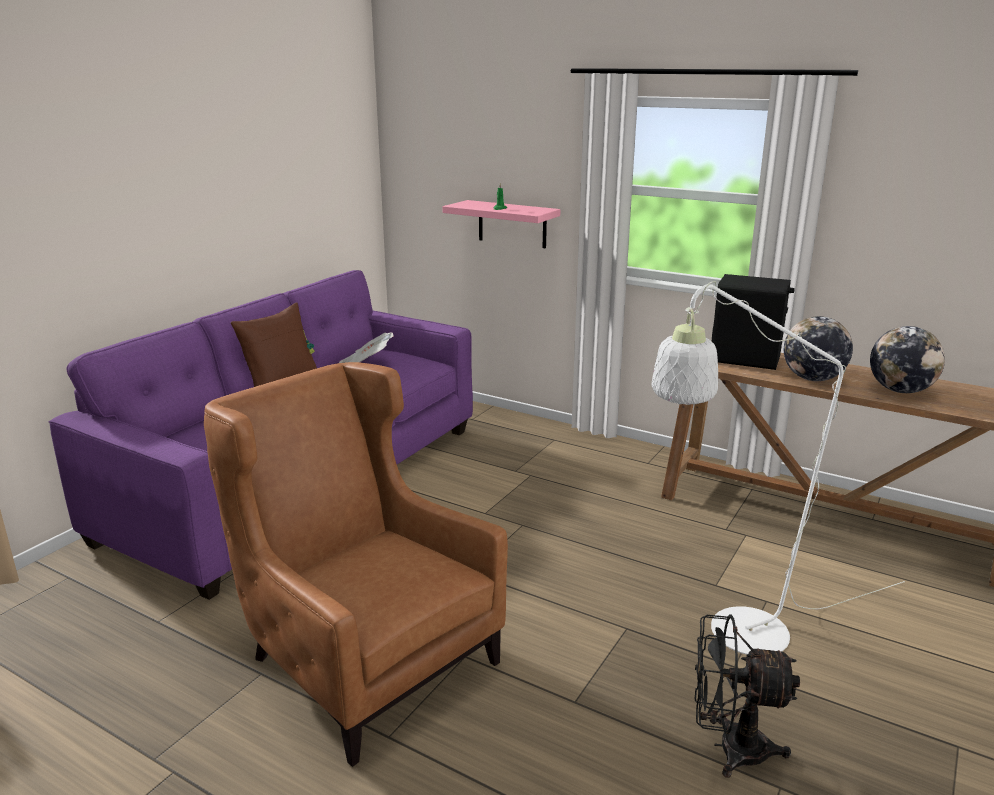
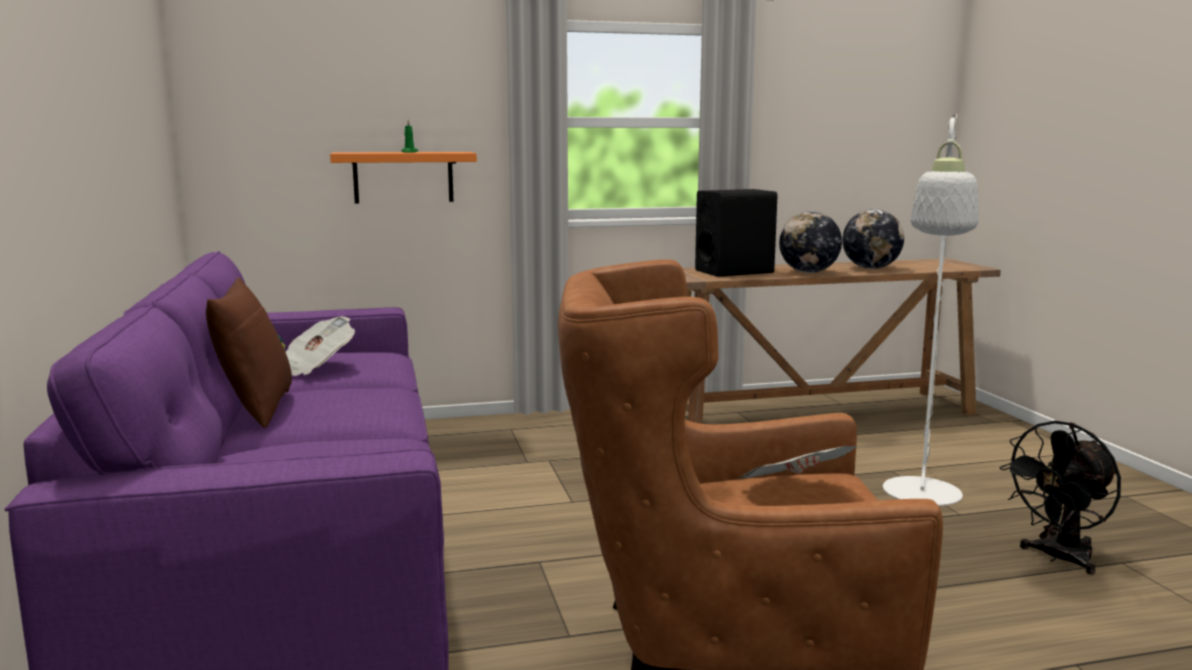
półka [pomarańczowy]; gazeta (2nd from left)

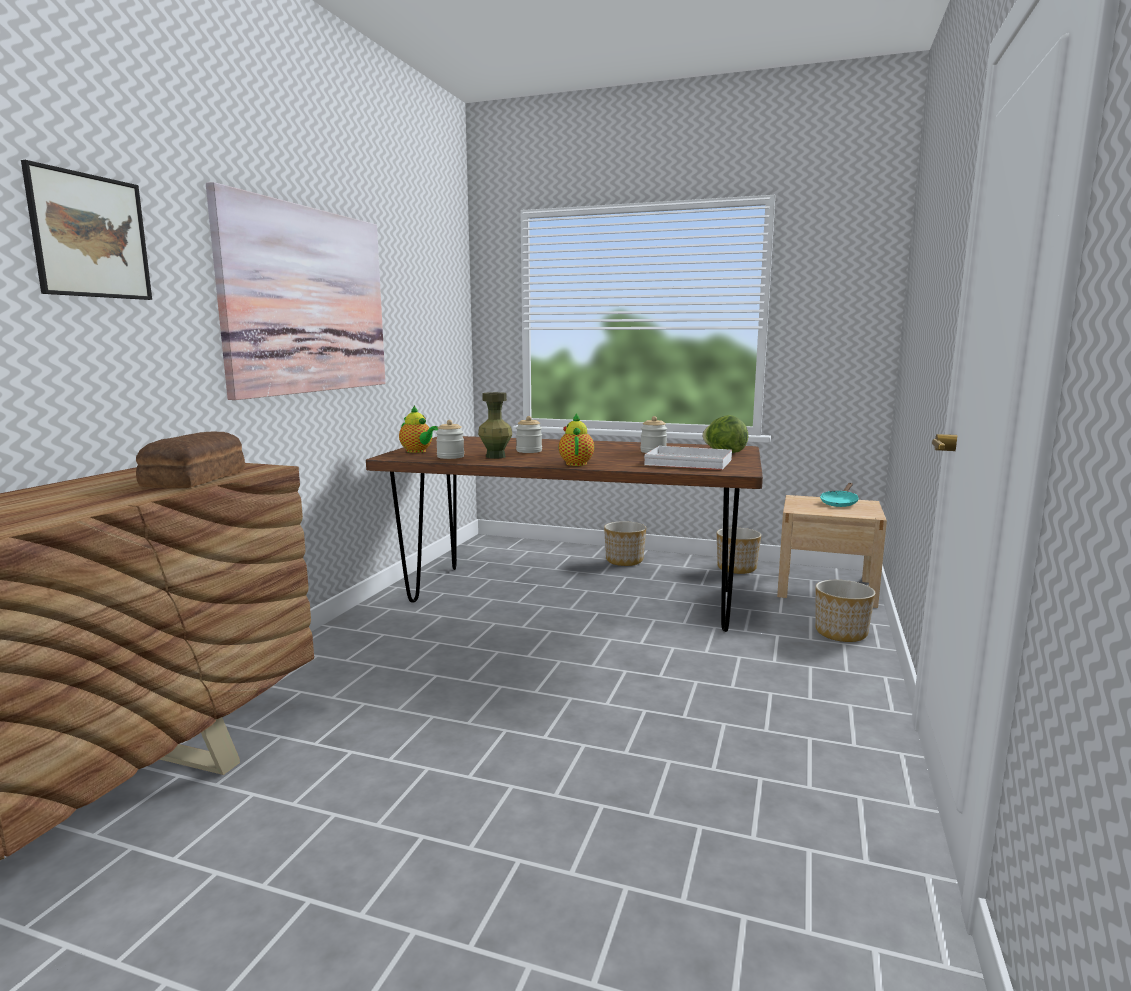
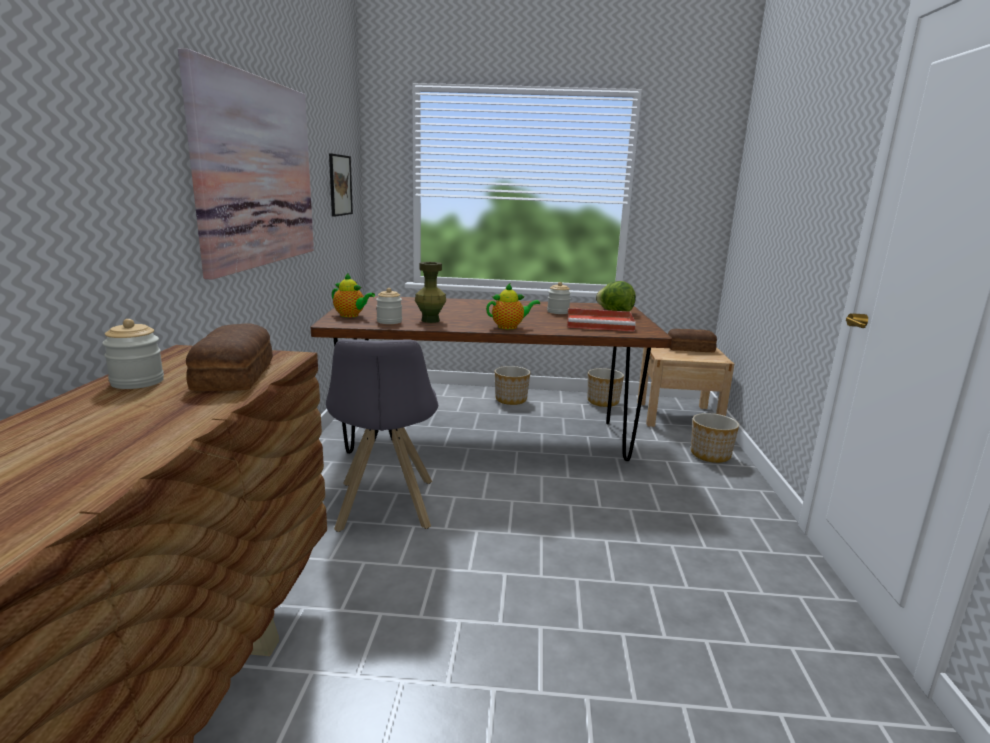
słoik (1st from left); krzesło [szary]; obraz (2nd from left); imbryk (2nd from left); taca [czerwony]; chleb (2nd from left)

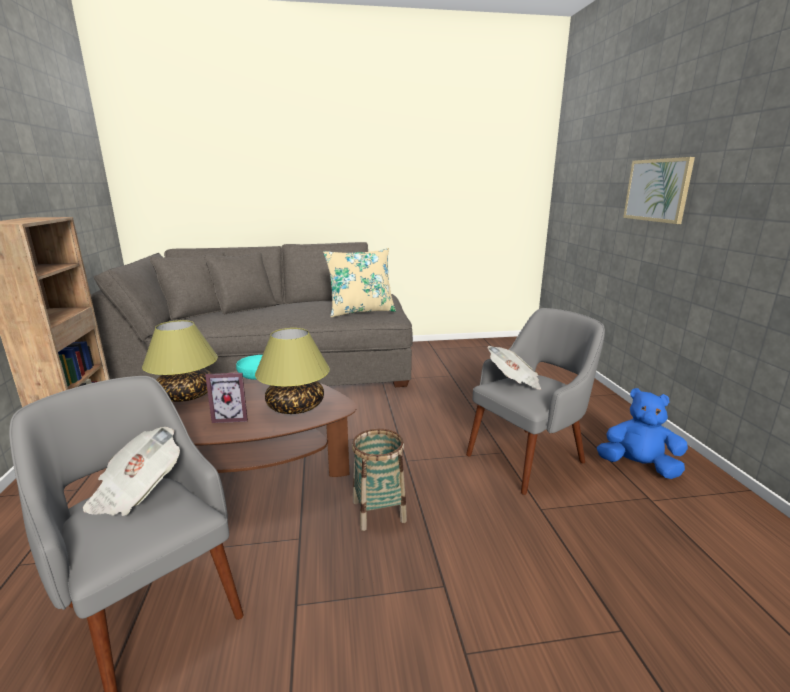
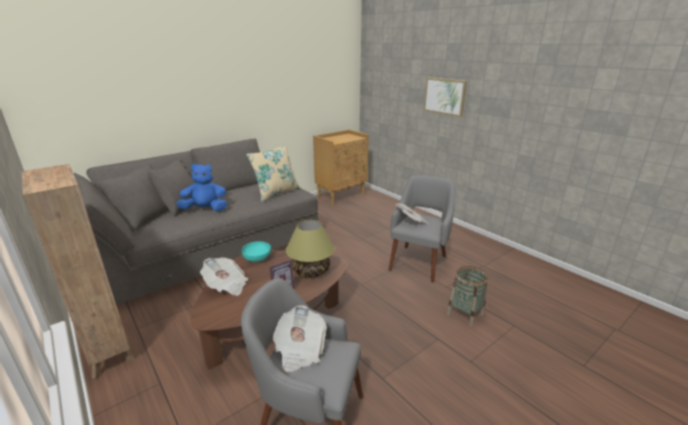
pluszak [niebieski]; gazeta (1st from left); szafka [brązowy]; koszyk

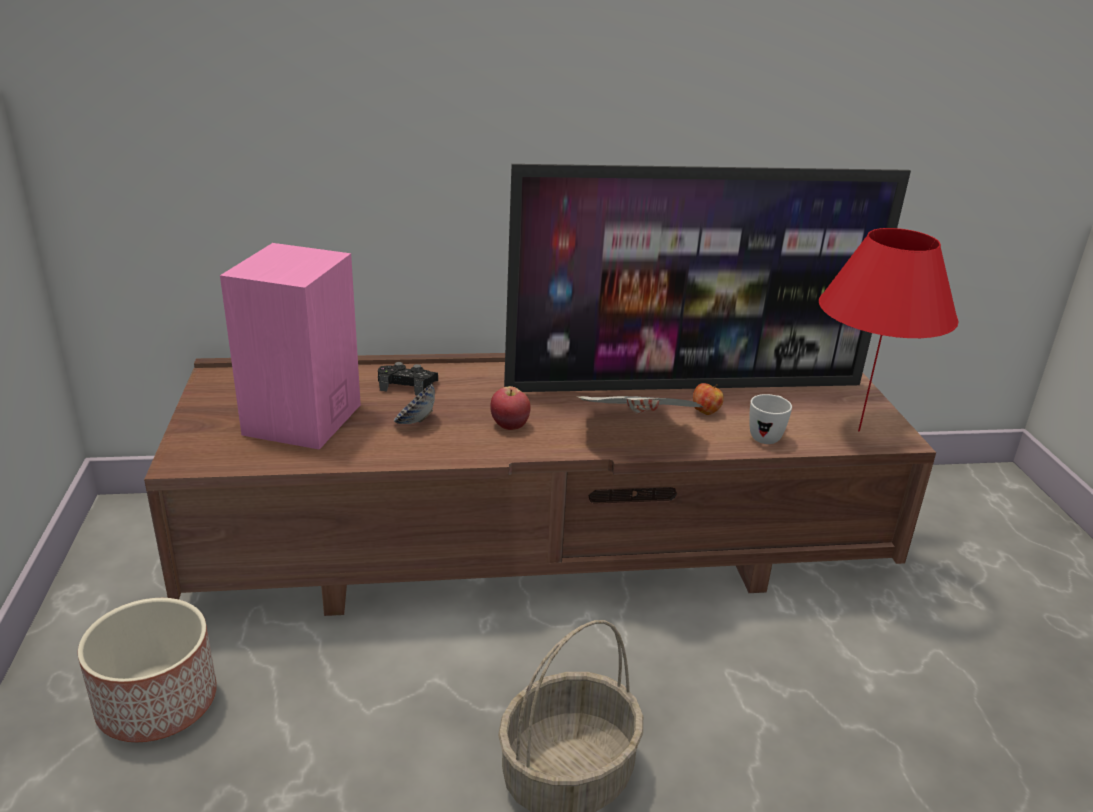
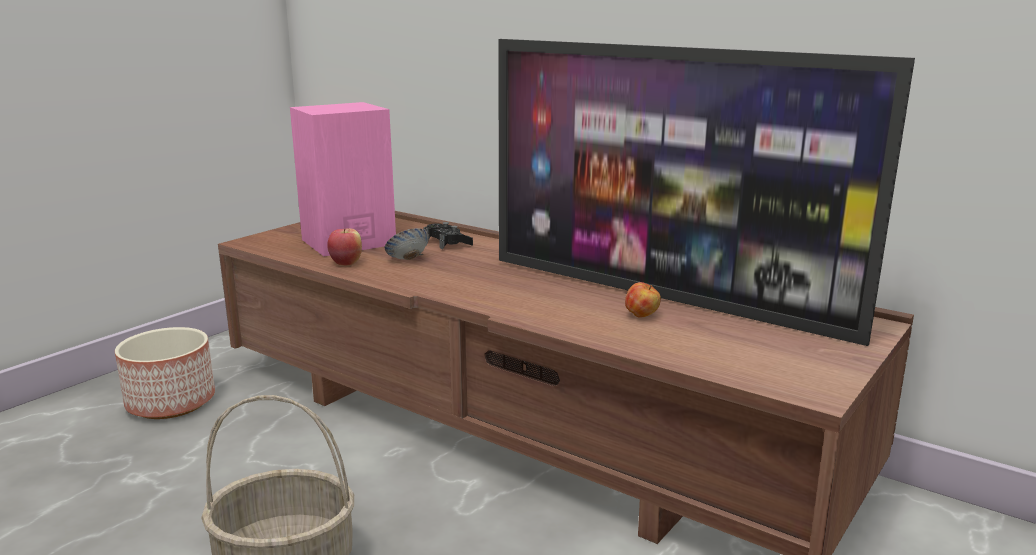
jabłko (1st from left); gazeta; kubek [biały]; lampa stołowa [czerwony]

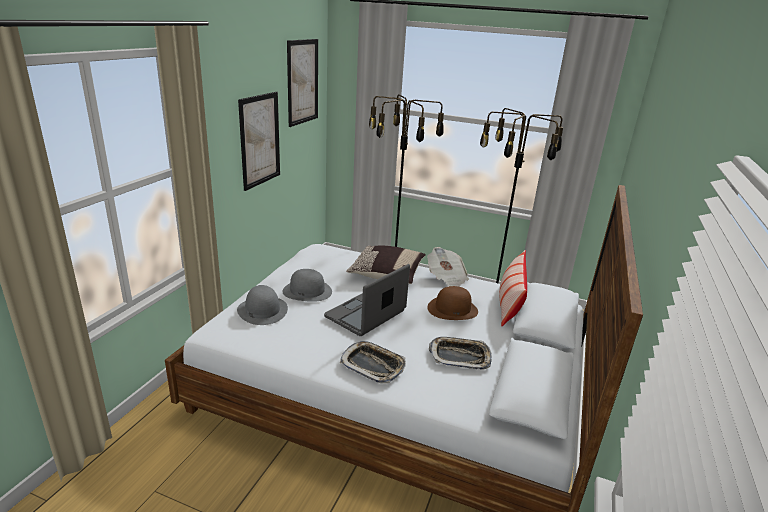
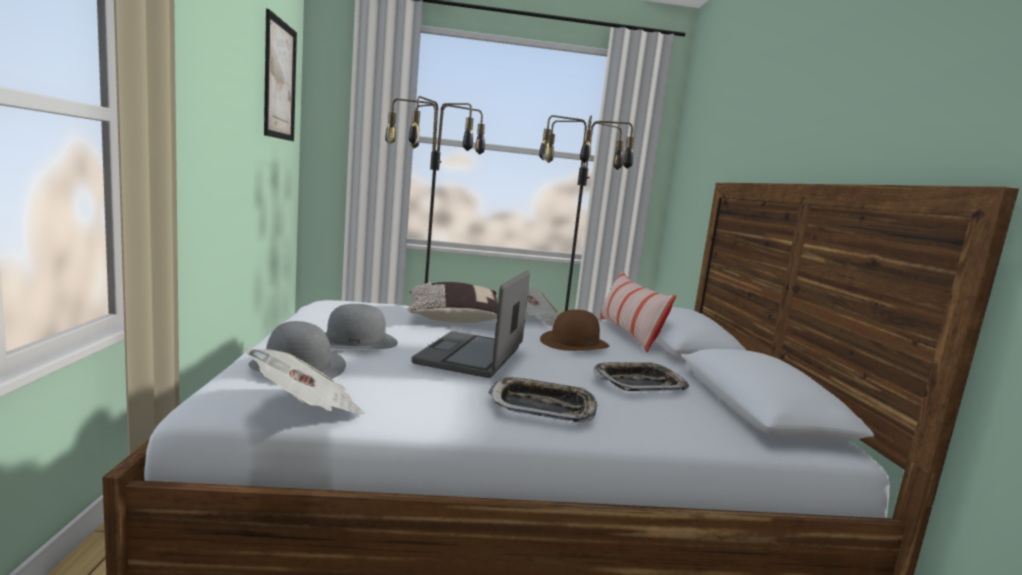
gazeta (1st from left); obraz (1st from left in the first image)

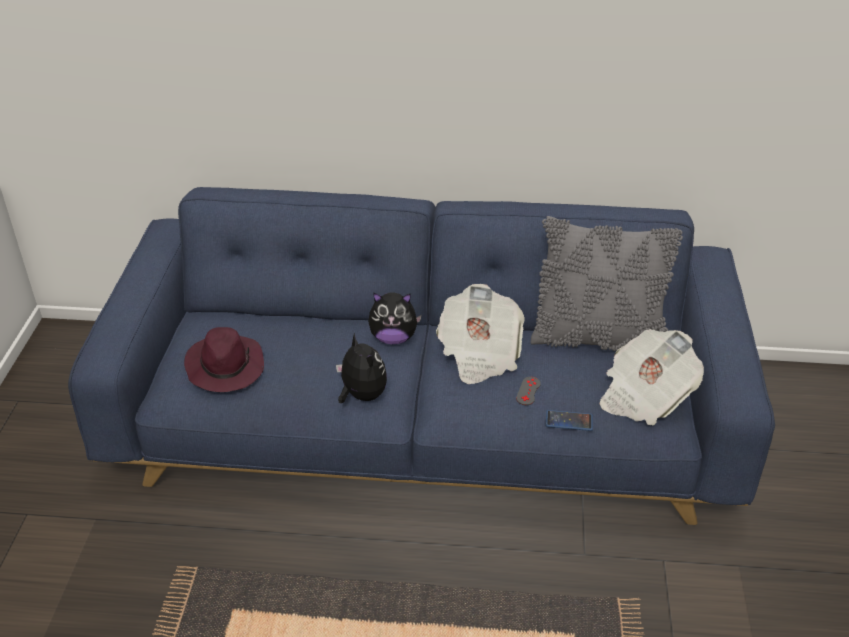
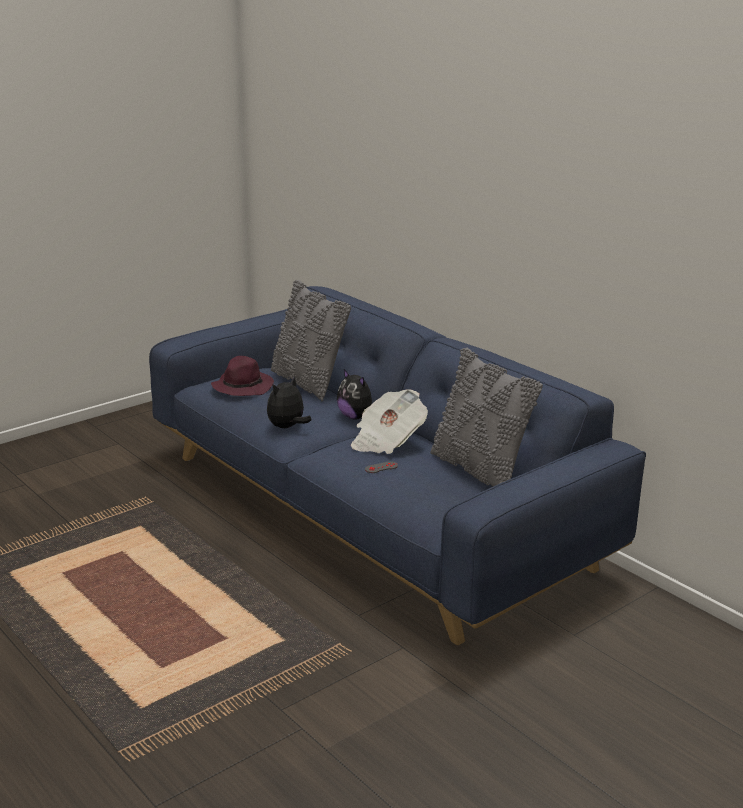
pluszak (1st from left); poduszka [szary] (1st from left); telefon; gazeta (2nd from left in the first image)

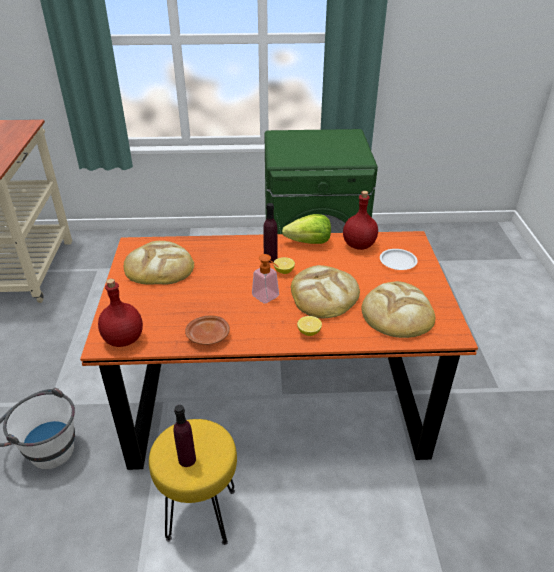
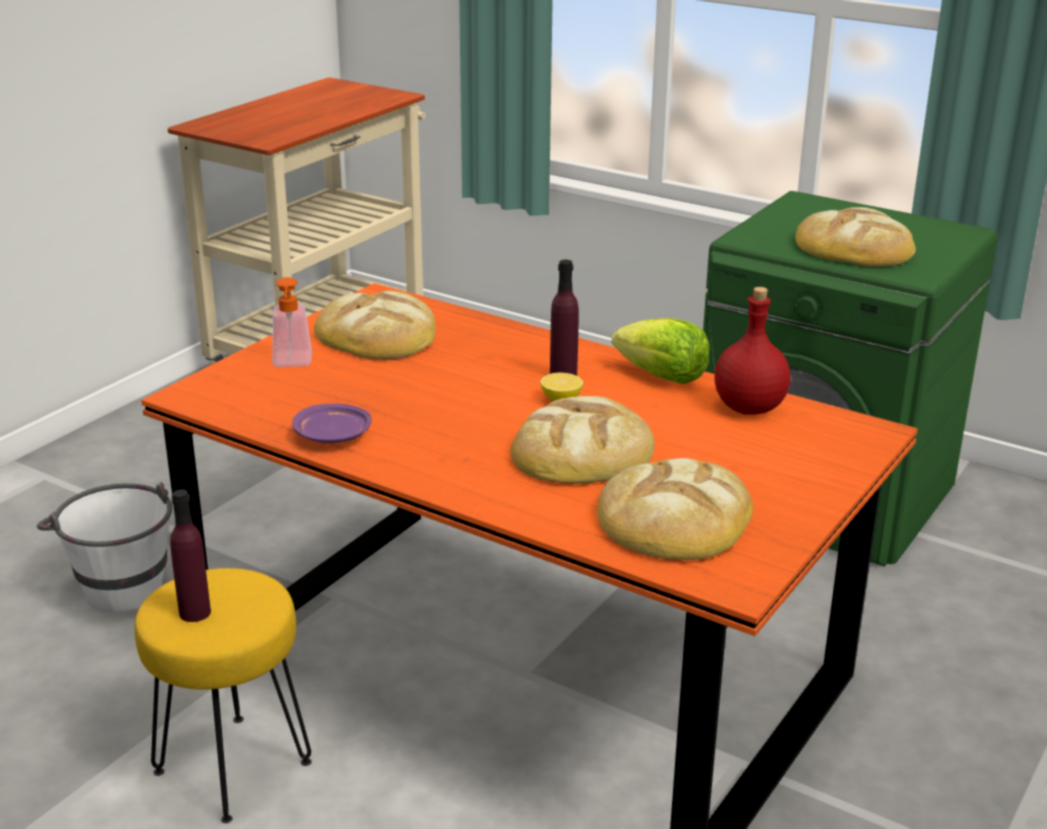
dozownik mydła; talerz [fioletowy]; chleb (4th from left); butelka [czerwony] (1st from left in the first image); cytryna (2nd from left in the first image); talerz [biały]

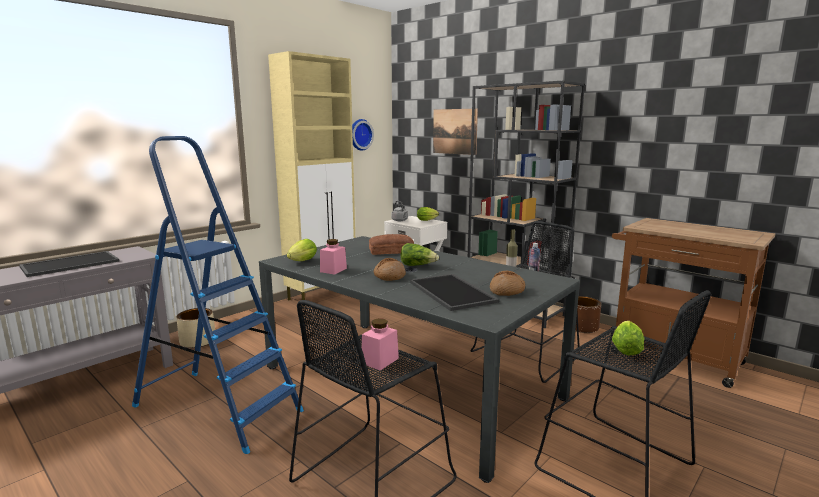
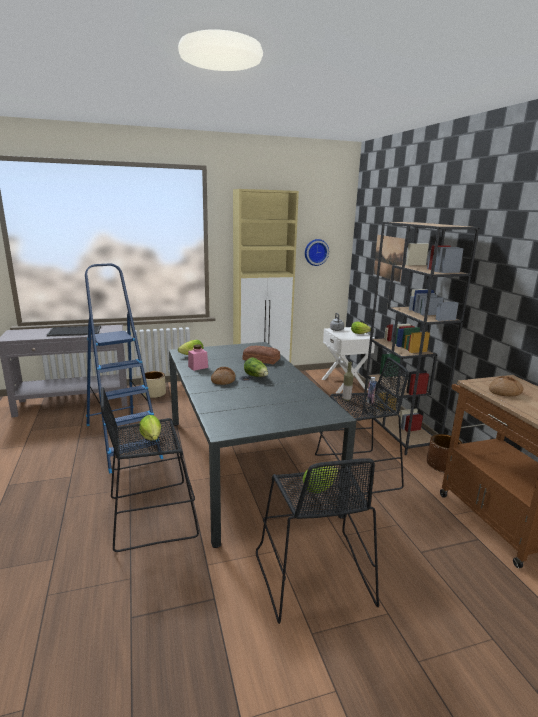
sałata (1st from left); chleb (3rd from left); taca (2nd from left in the first image)

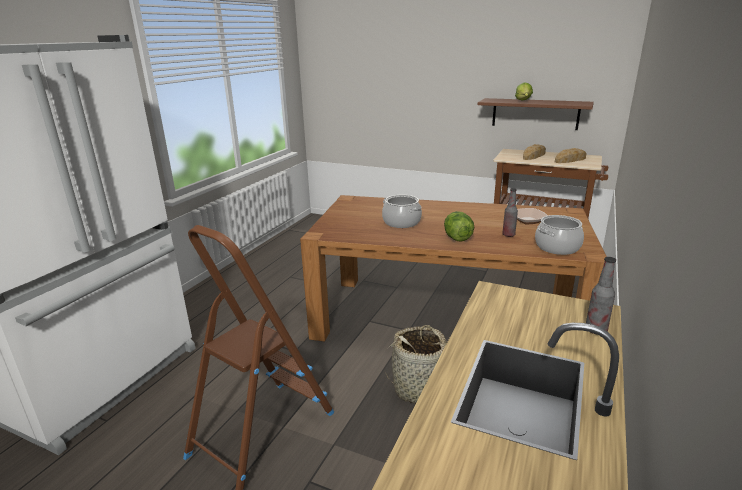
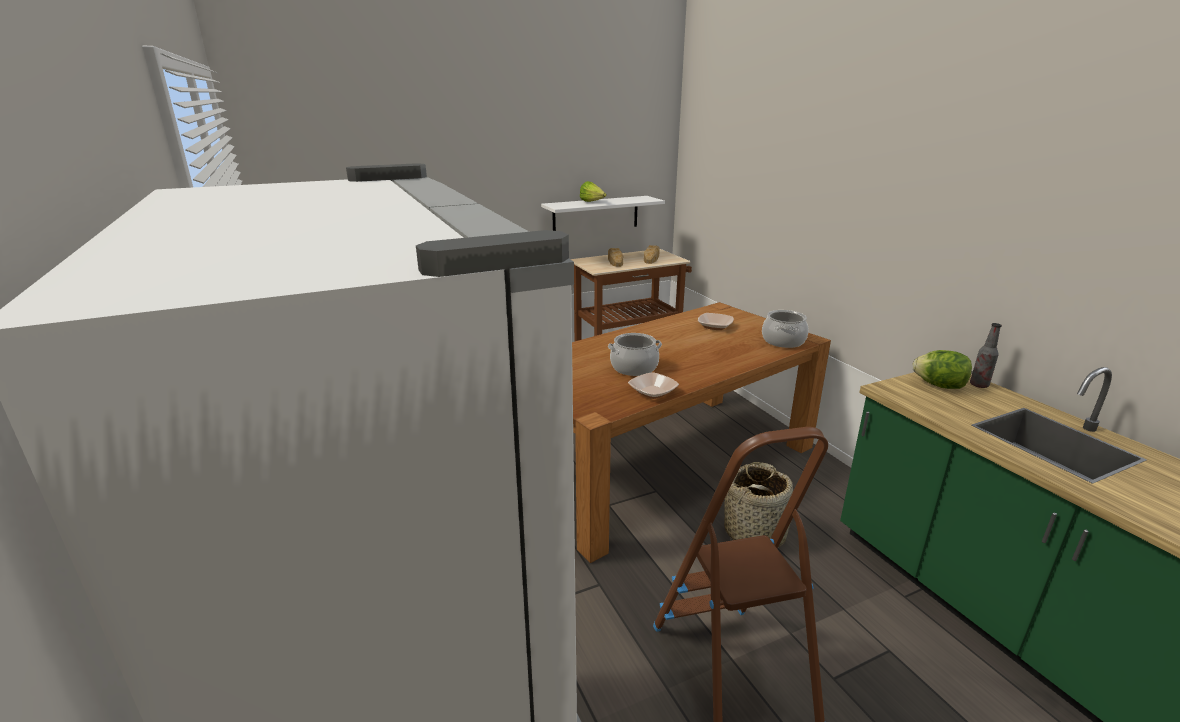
półka [biały]; miska (1st from left); sałata (2nd from left); butelka (1st from left in the first image)

